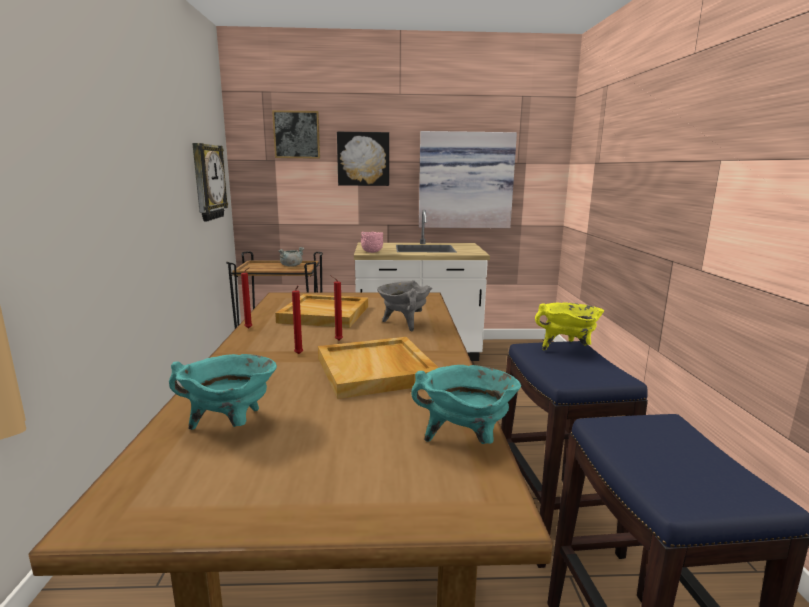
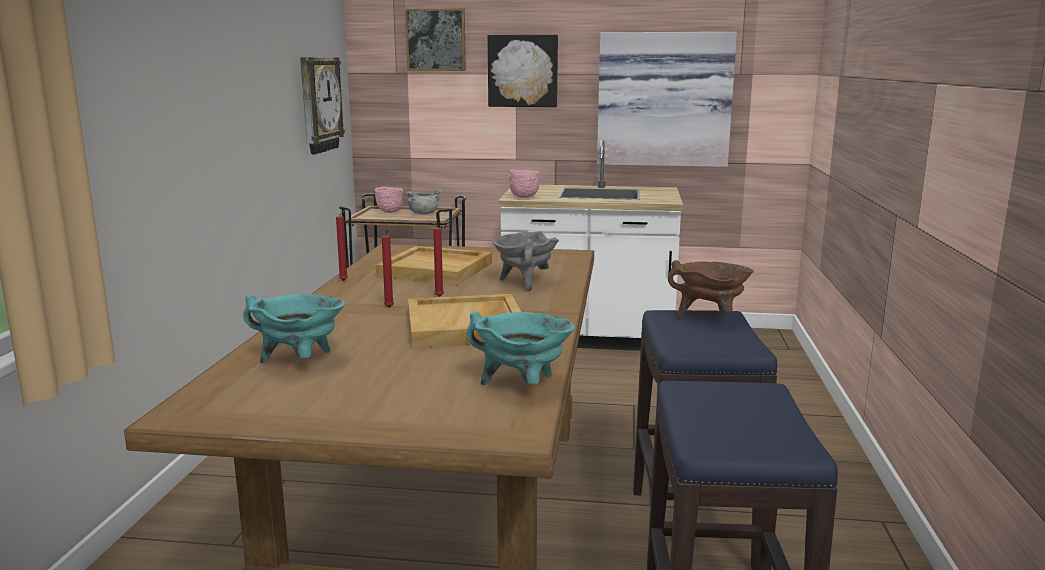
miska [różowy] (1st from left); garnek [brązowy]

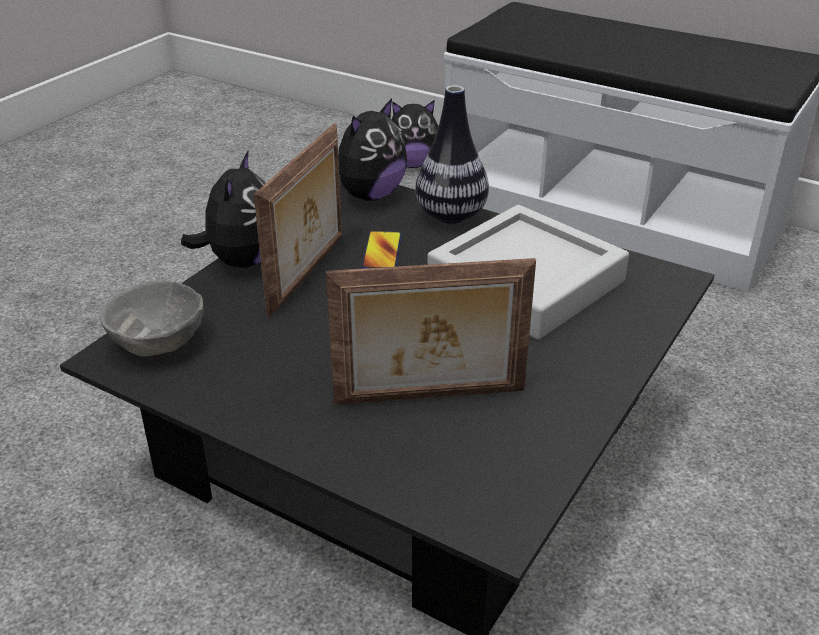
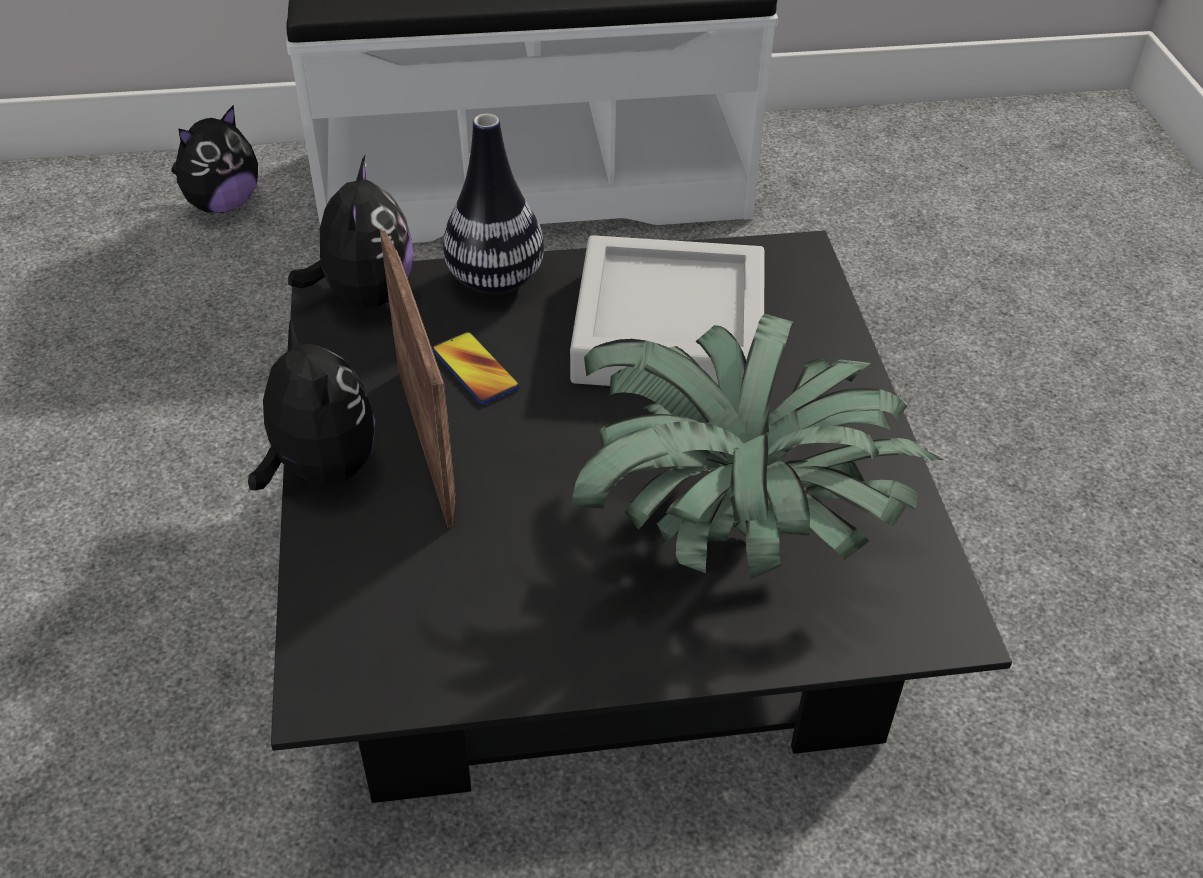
roślina doniczkowa; miska [szary]

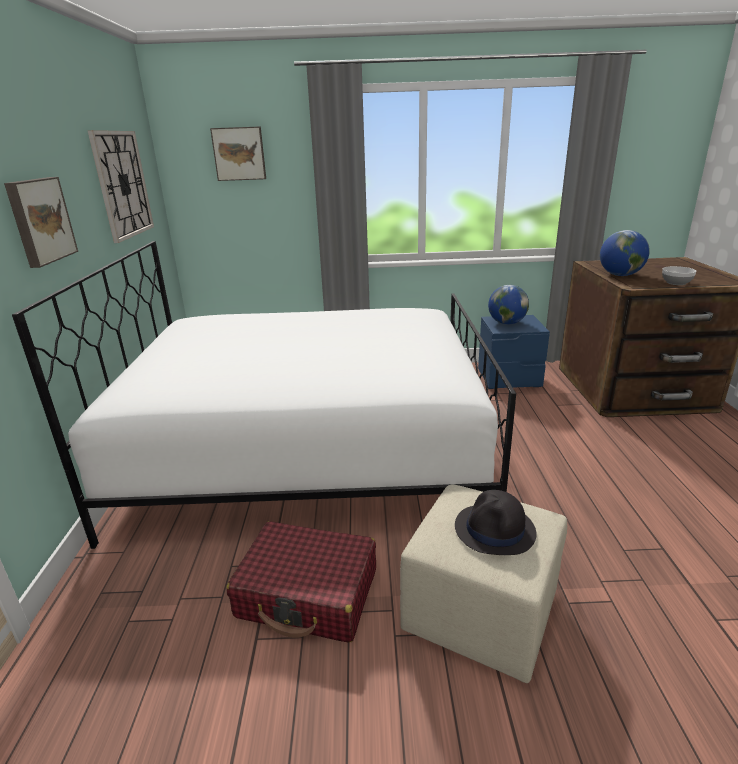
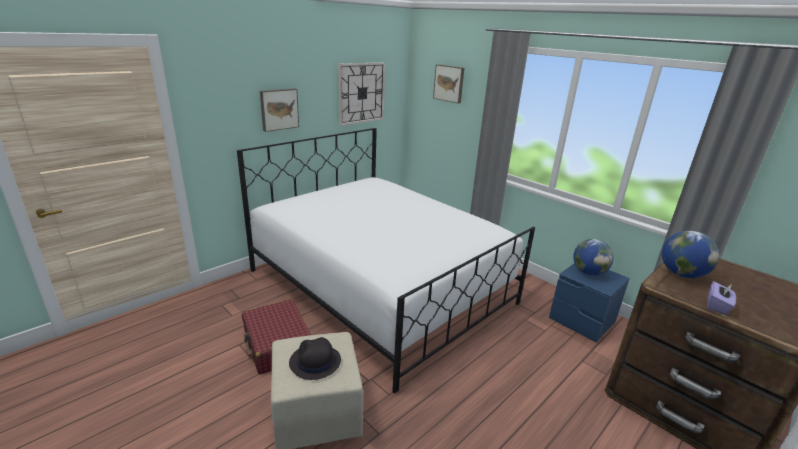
pudełko chusteczek [fioletowy]

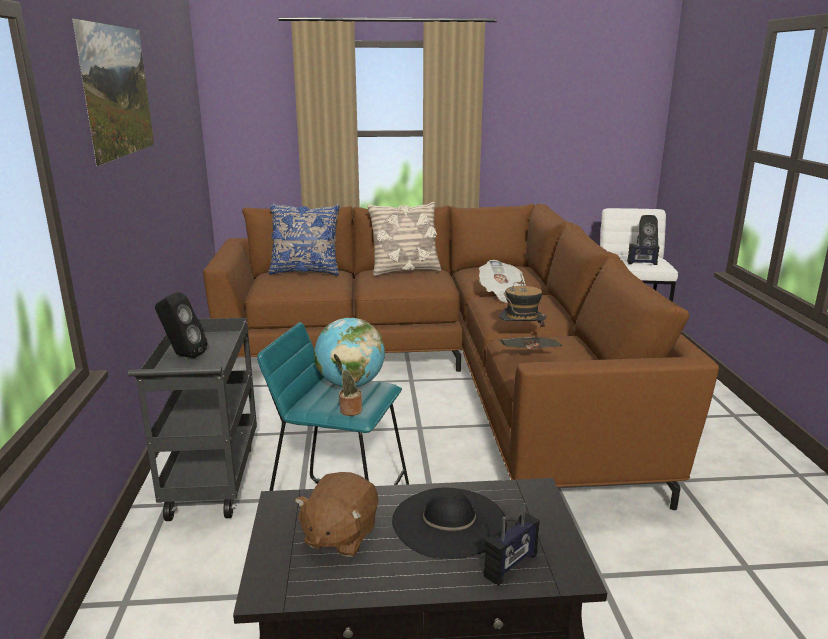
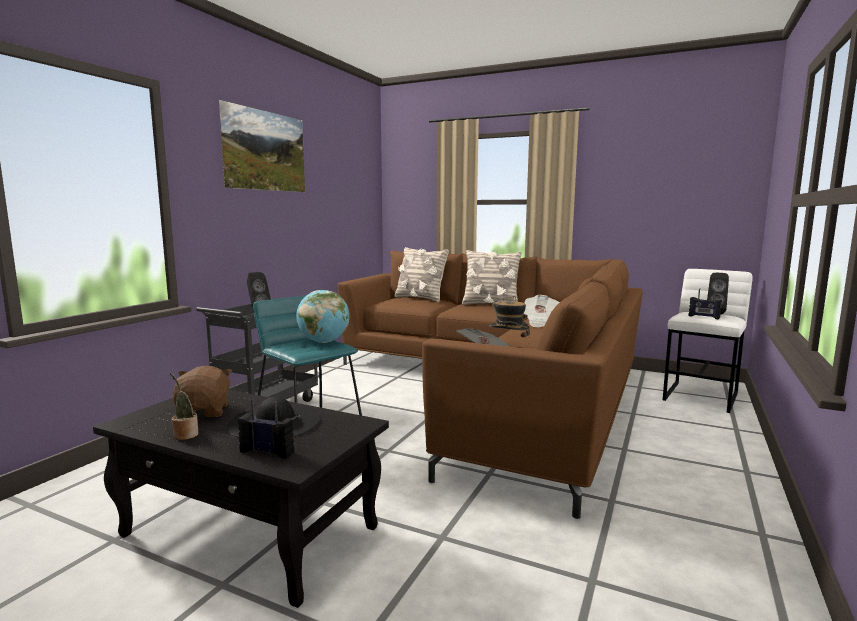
roślina doniczkowa; pluszak [brązowy]; radio (1st from left); poduszka [beżowy] (1st from left)

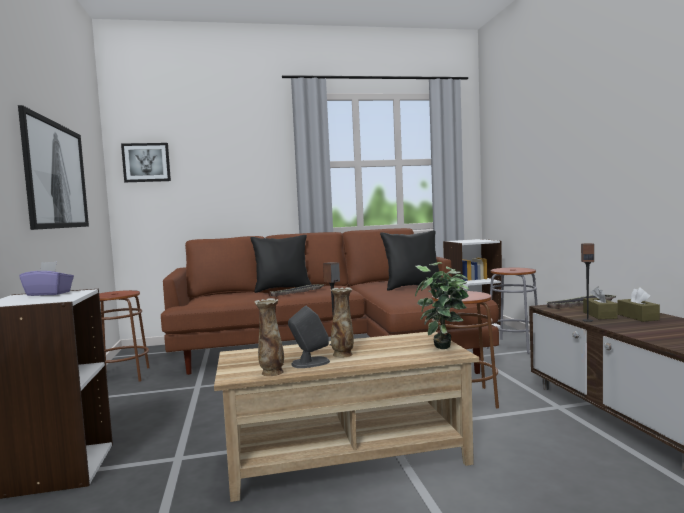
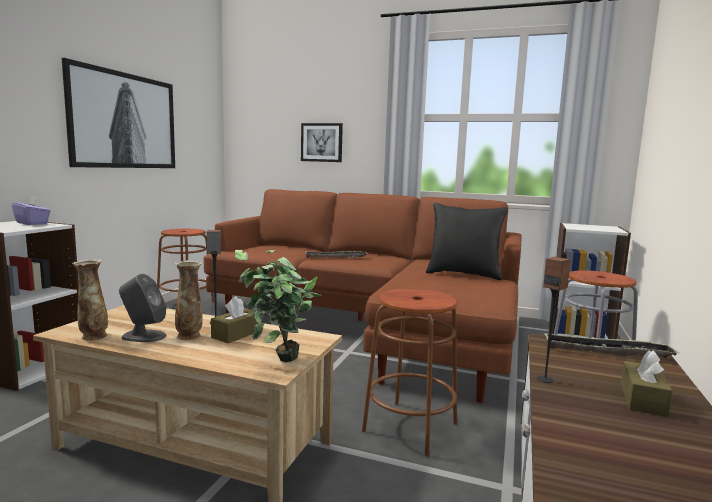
pudełko chusteczek [brązowy] (1st from left); obraz (2nd from left); poduszka [czarny] (1st from left in the first image)

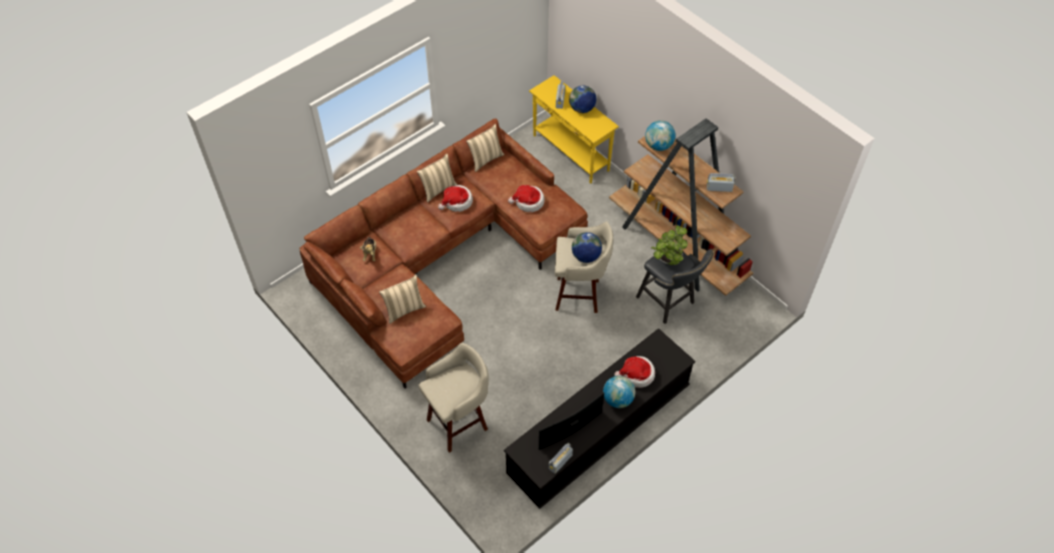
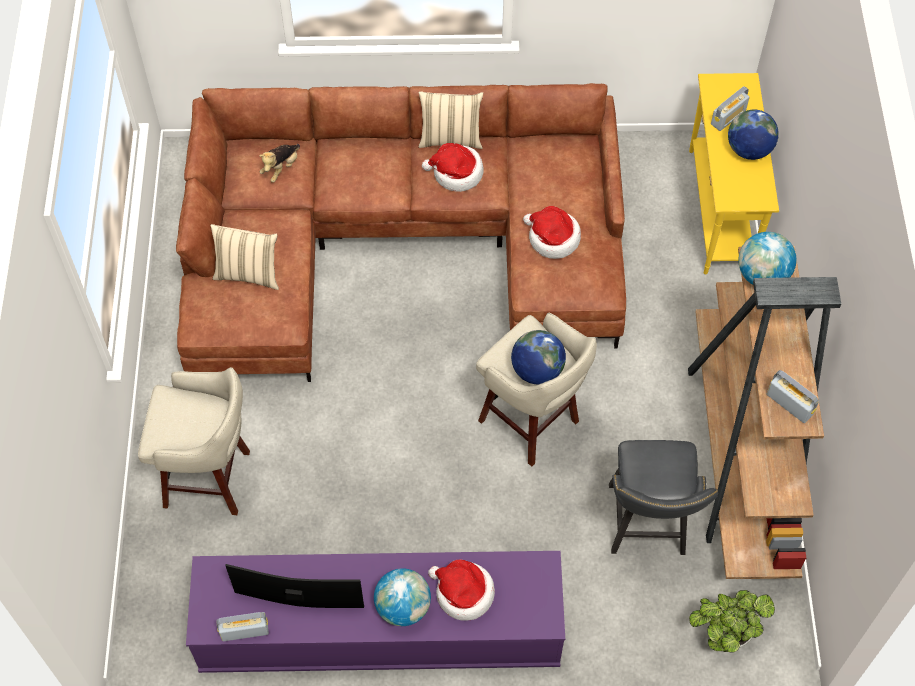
szafka pod telewizor [fioletowy]; roślina doniczkowa; poduszka [beżowy] (3rd from left in the first image)

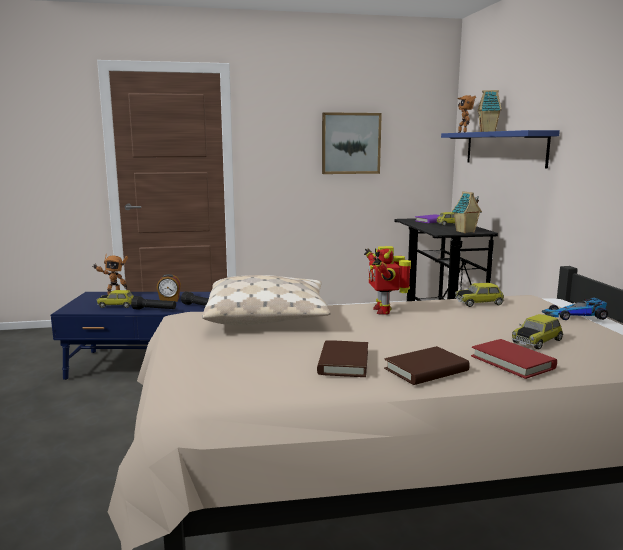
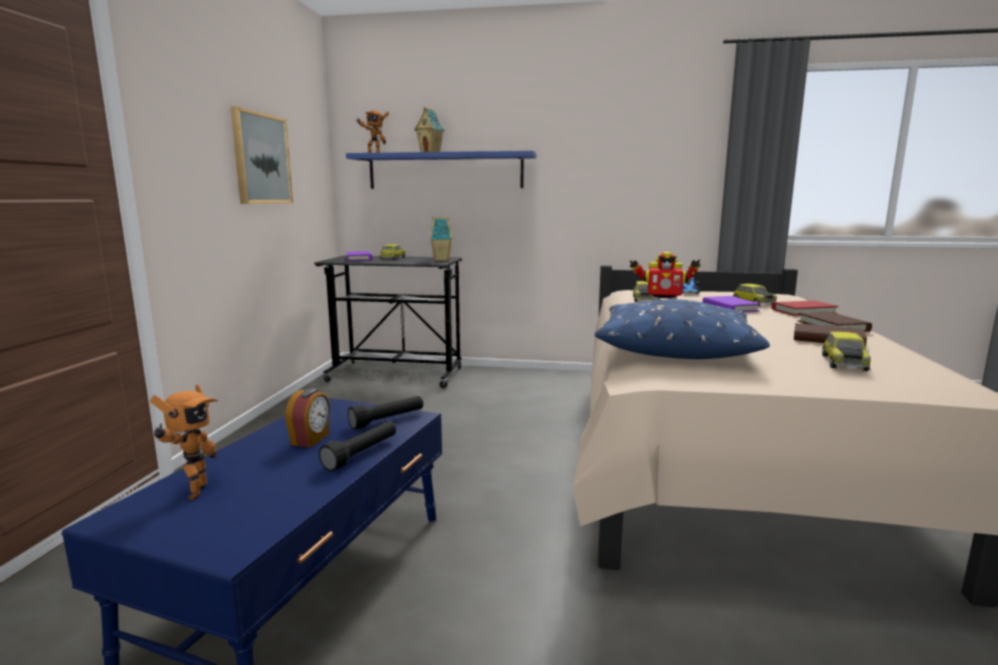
poduszka [niebieski]; książka [fioletowy] (2nd from left); samochodzik (5th from left)

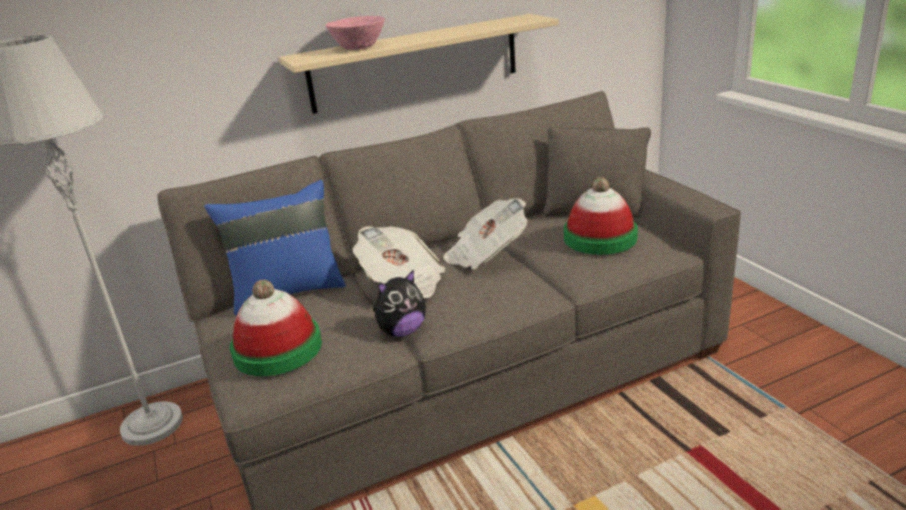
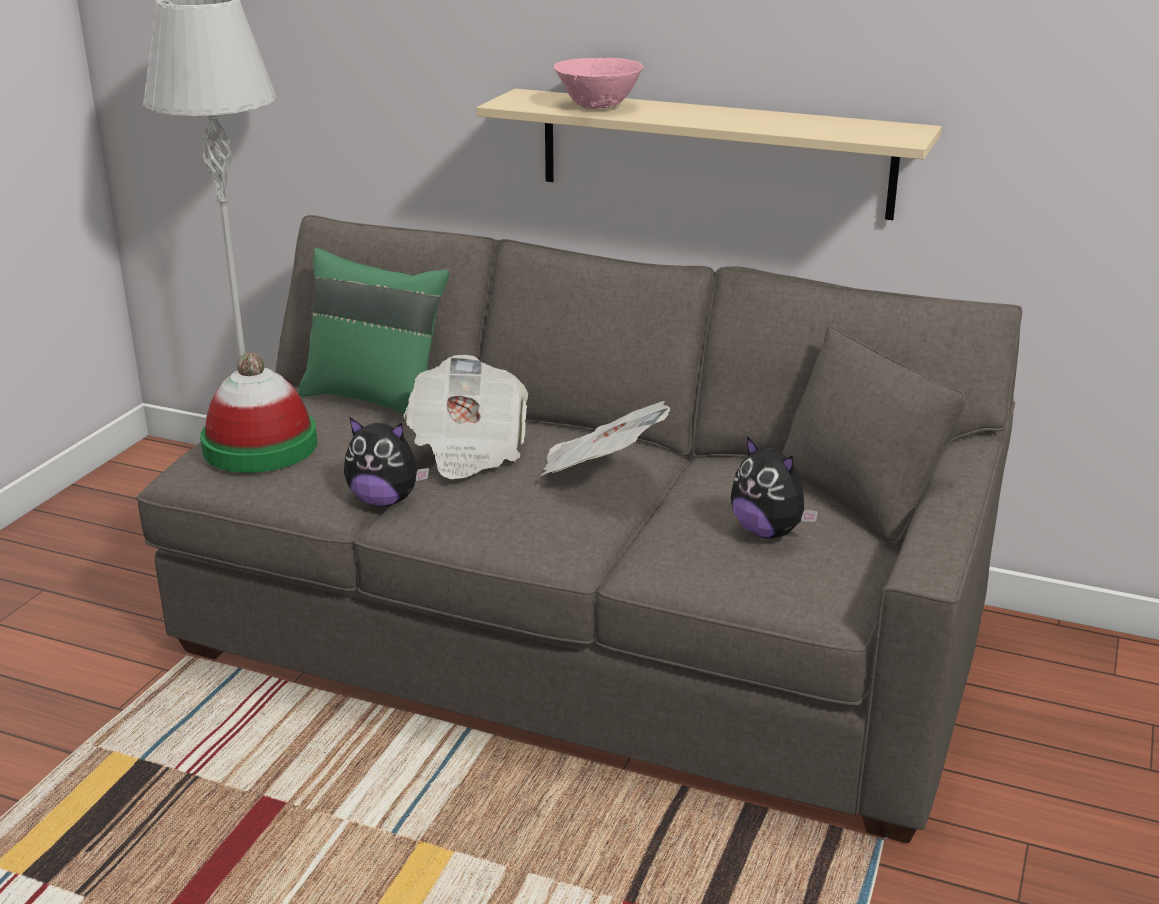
poduszka [zielony]; pluszak (2nd from left)

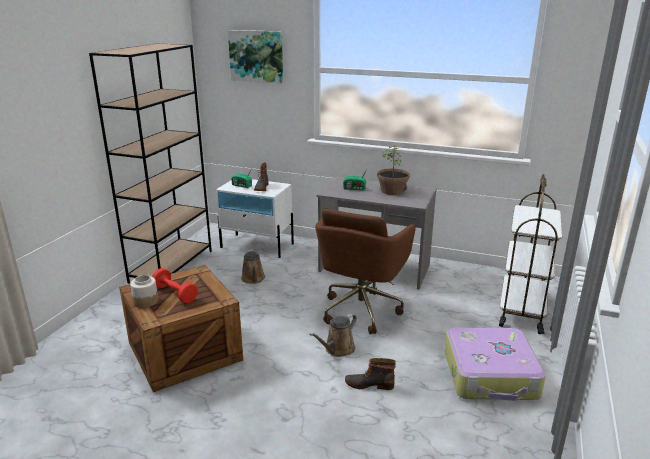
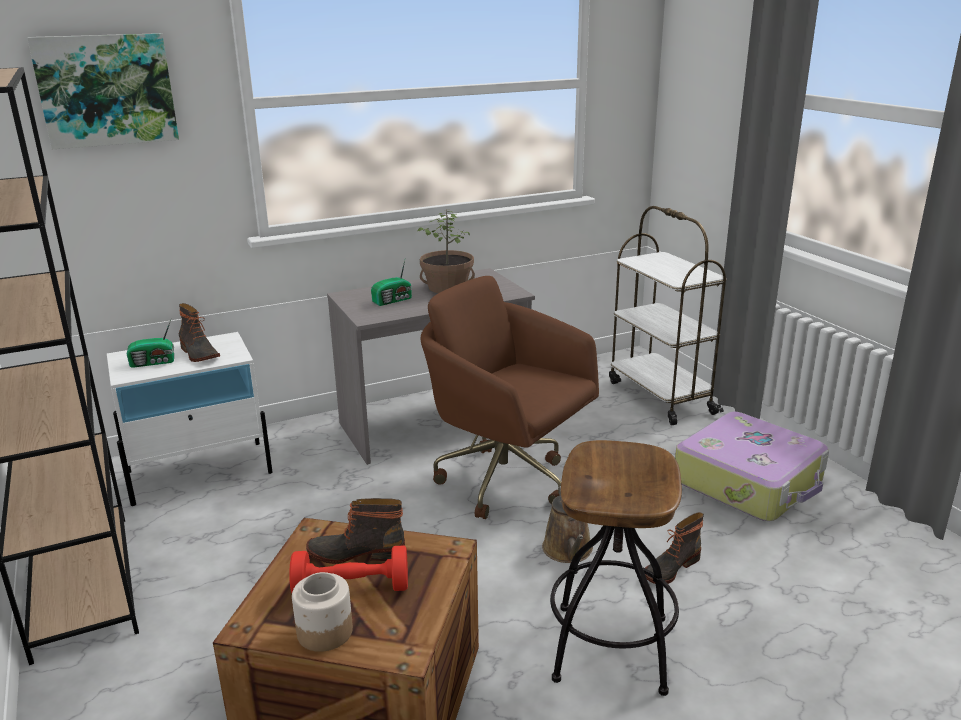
but z cholewką (2nd from left); krzesło biurowe [brązowy]; stołek [brązowy]; konewka [brązowy] (1st from left in the first image)

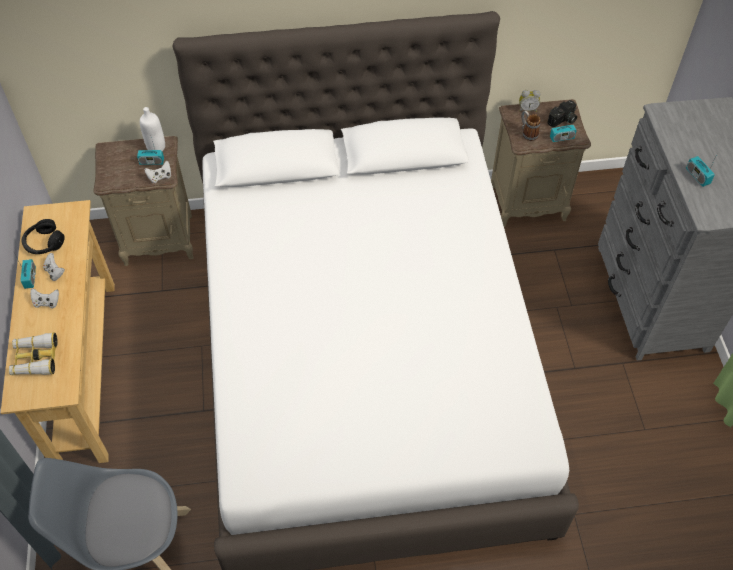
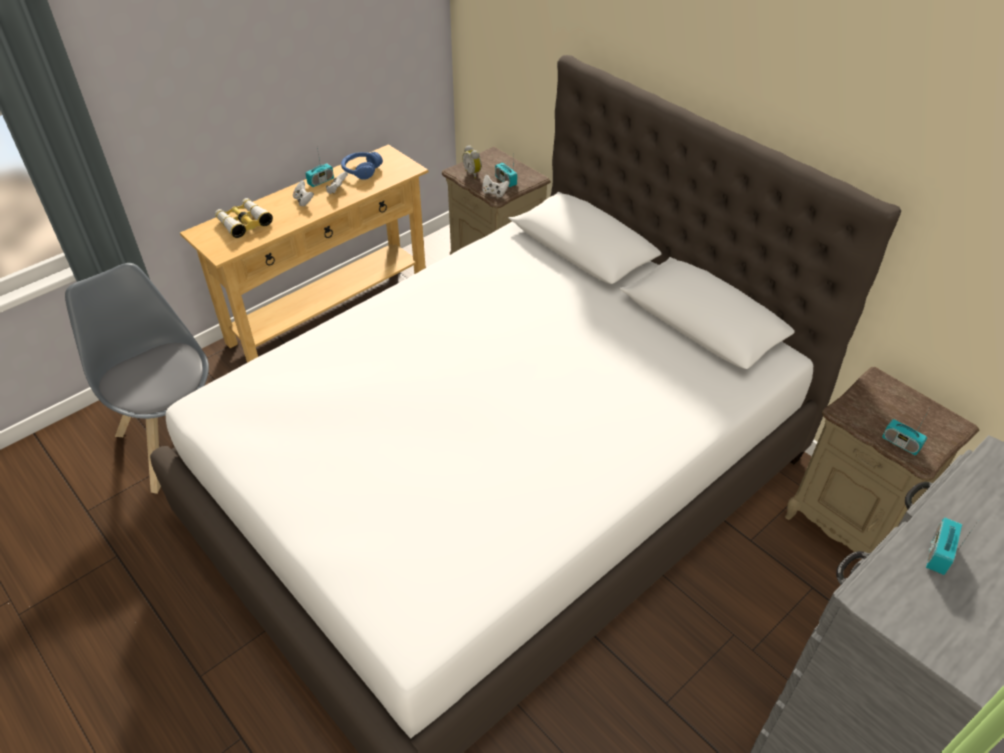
słuchawki [niebieski]; budzik; butelka [biały]; kubek; aparat fotograficzny

